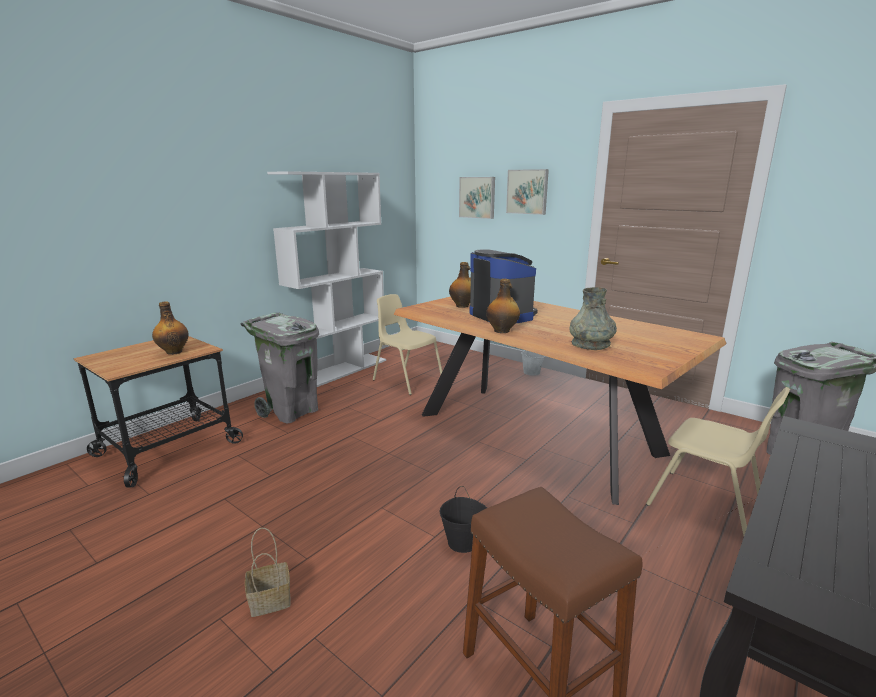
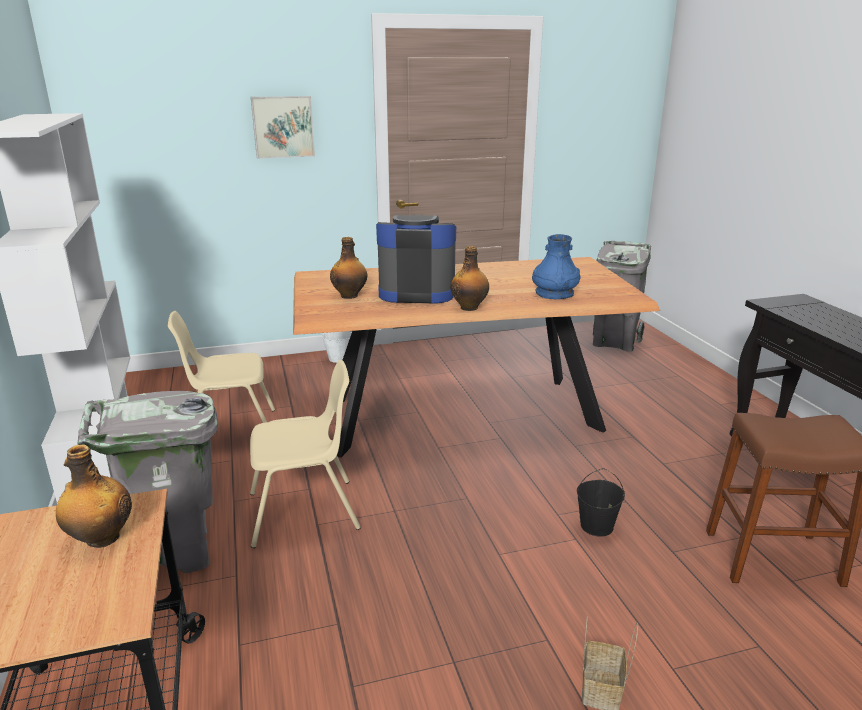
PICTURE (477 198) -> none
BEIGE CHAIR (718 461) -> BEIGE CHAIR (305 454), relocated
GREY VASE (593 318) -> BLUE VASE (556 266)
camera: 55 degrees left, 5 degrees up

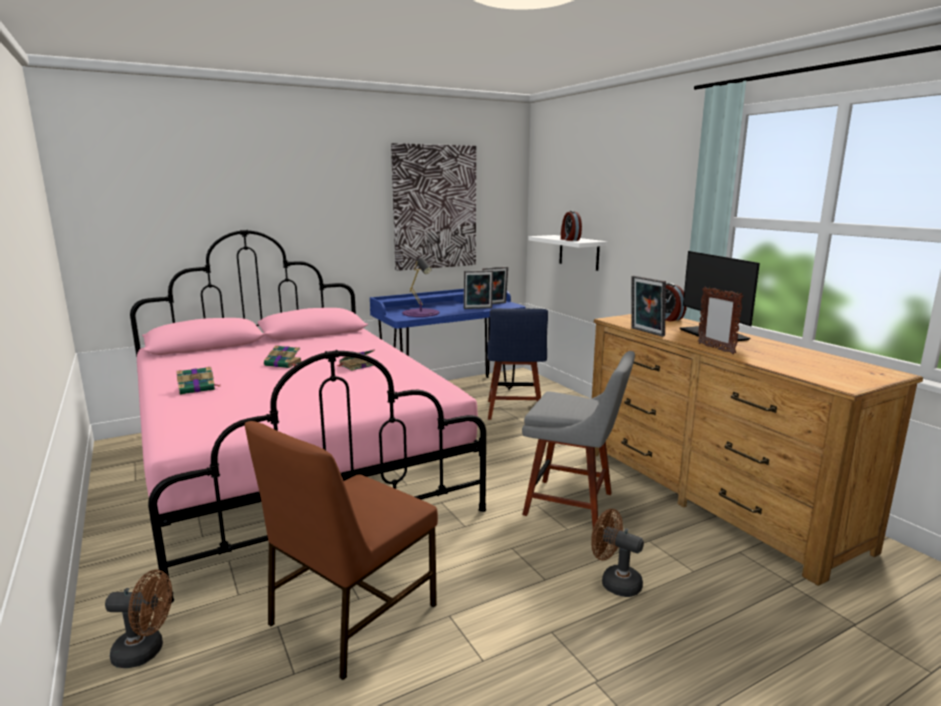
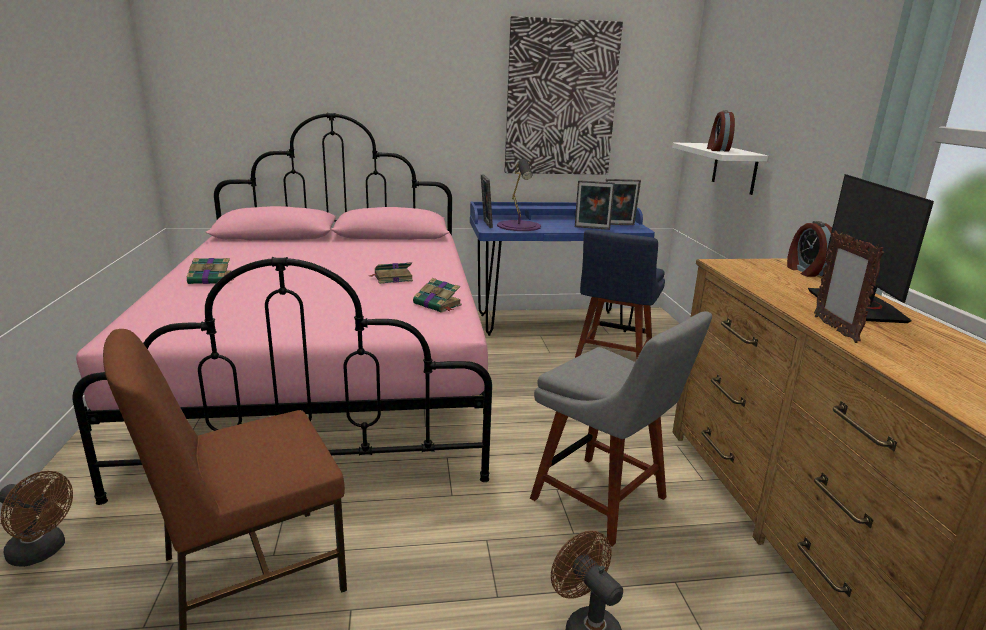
BOOK (283 356) -> BOOK (437 295), relocated
PICTURE FRAME (649 306) -> PICTURE FRAME (487 201), relocated
camera: 20 degrees right, 5 degrees up

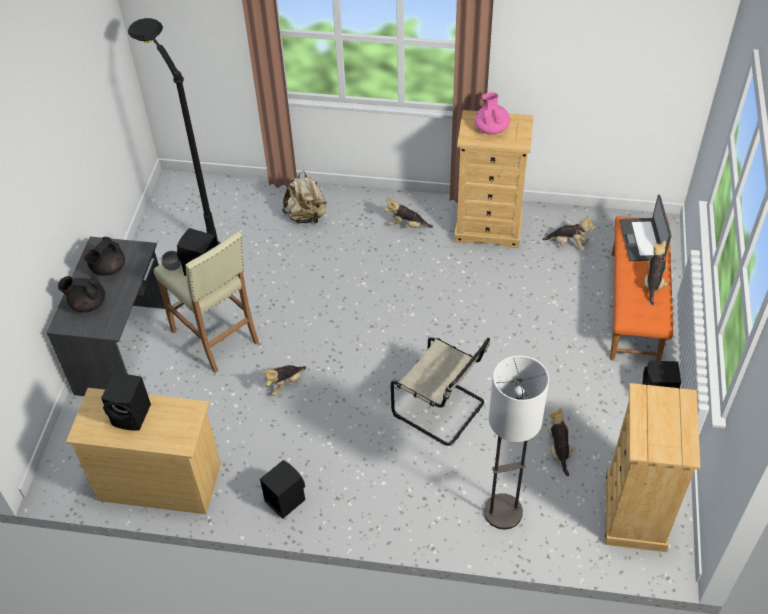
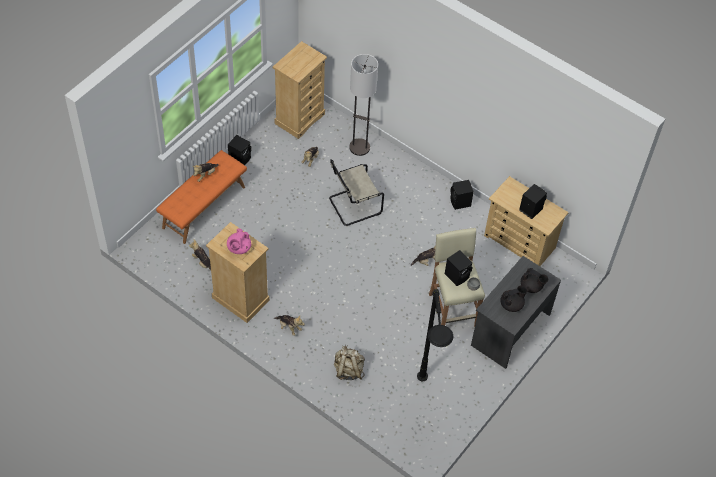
LAPTOP (646 228) -> none
BEIGE CHAIR (440 391) -> BEIGE CHAIR (356 192), 90 degrees counterclockwise
camera: 155 degrees left, 5 degrees up

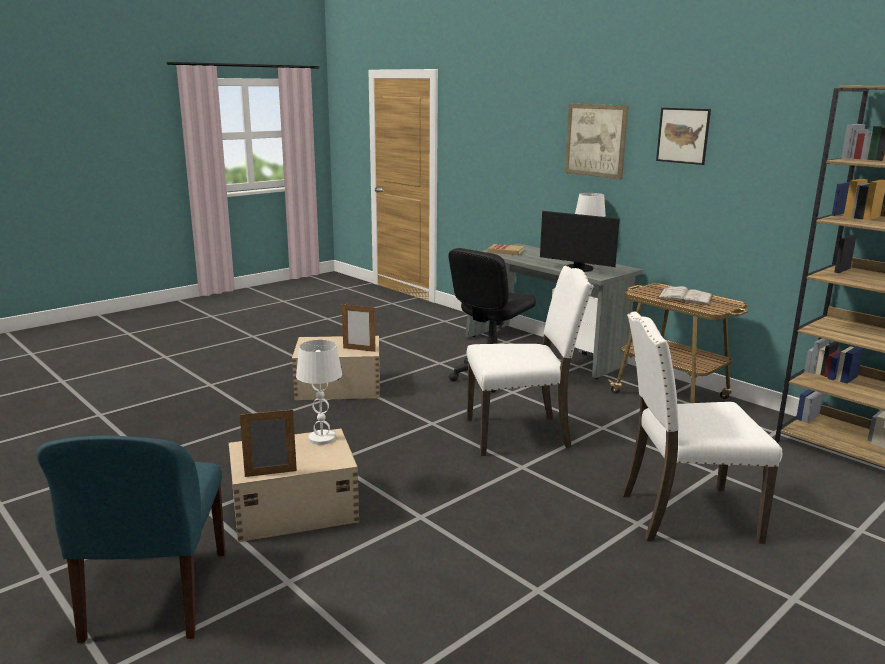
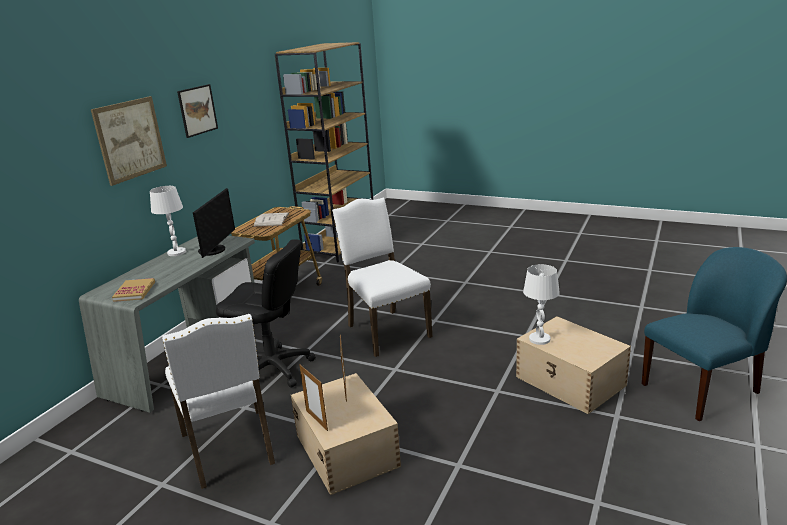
PICTURE FRAME (268 442) -> PICTURE FRAME (314 398), relocated
WHITE CHAIR (702 428) -> WHITE CHAIR (218 401), relocated
camera: 110 degrees left, 5 degrees up

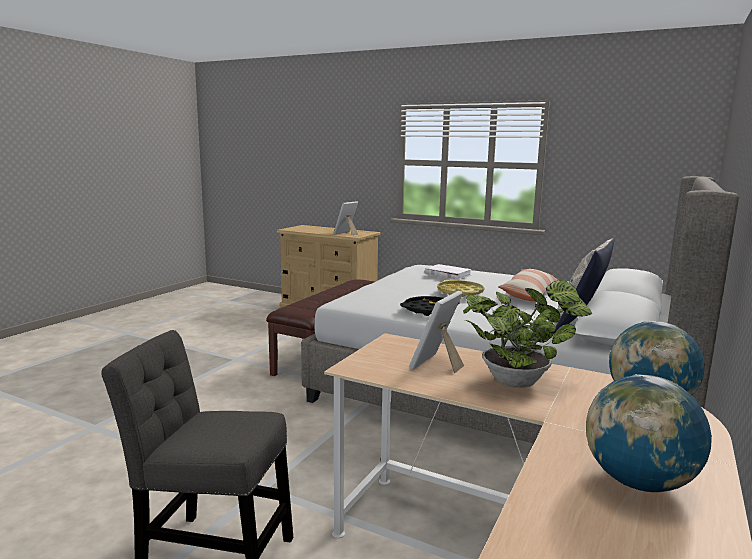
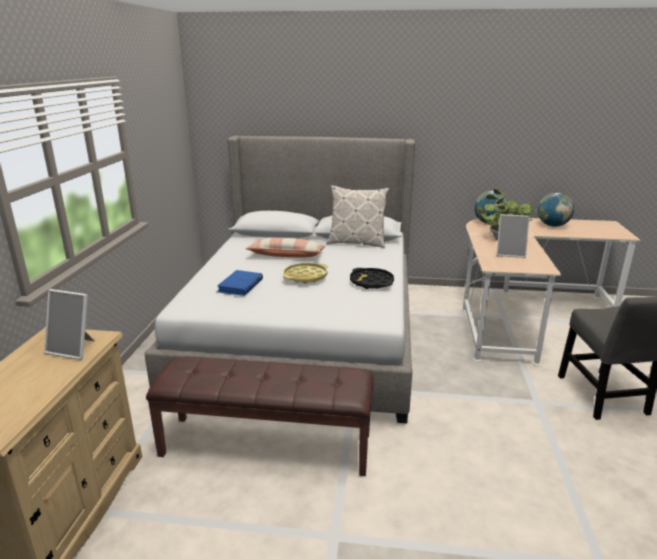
WHITE BOOK (448 272) -> BLUE BOOK (240 283)
camera: 110 degrees left, 10 degrees up

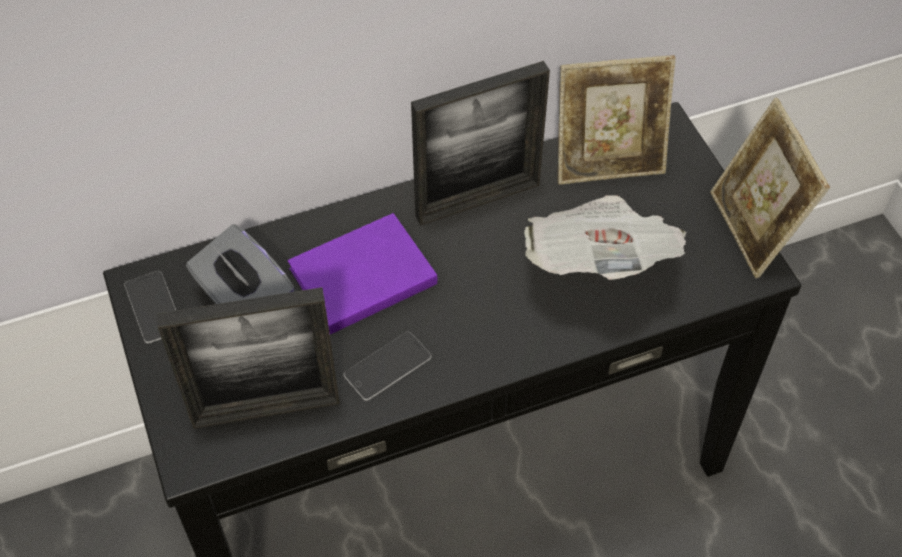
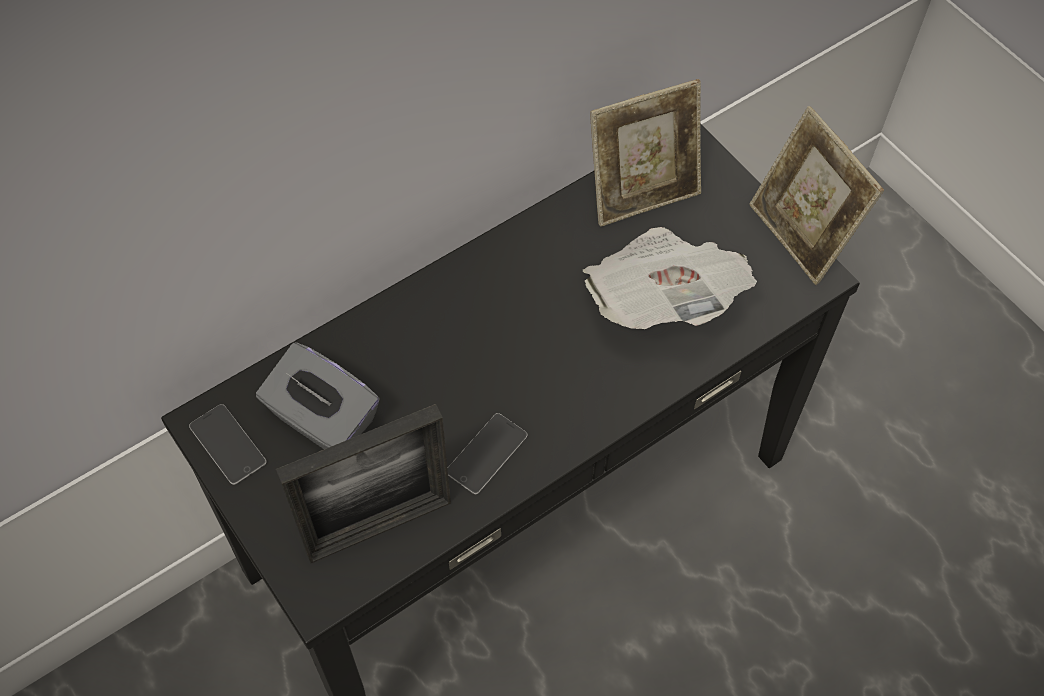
PURPLE BOOK (362 273) -> none
PICTURE FRAME (480 143) -> none
camera: 15 degrees left, 5 degrees up

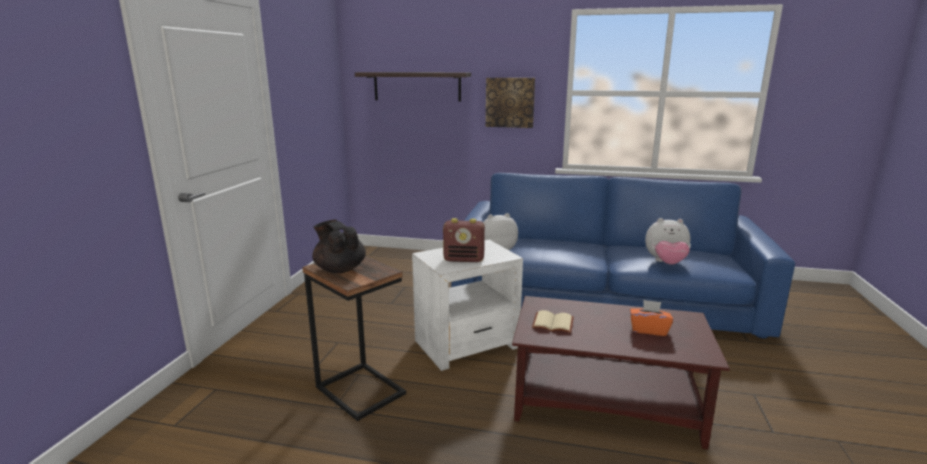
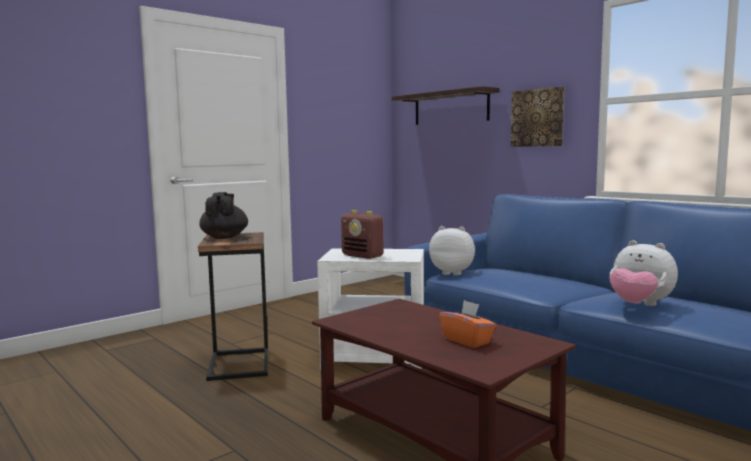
BEIGE BOOK (553 321) -> none
camera: 35 degrees right, 10 degrees down

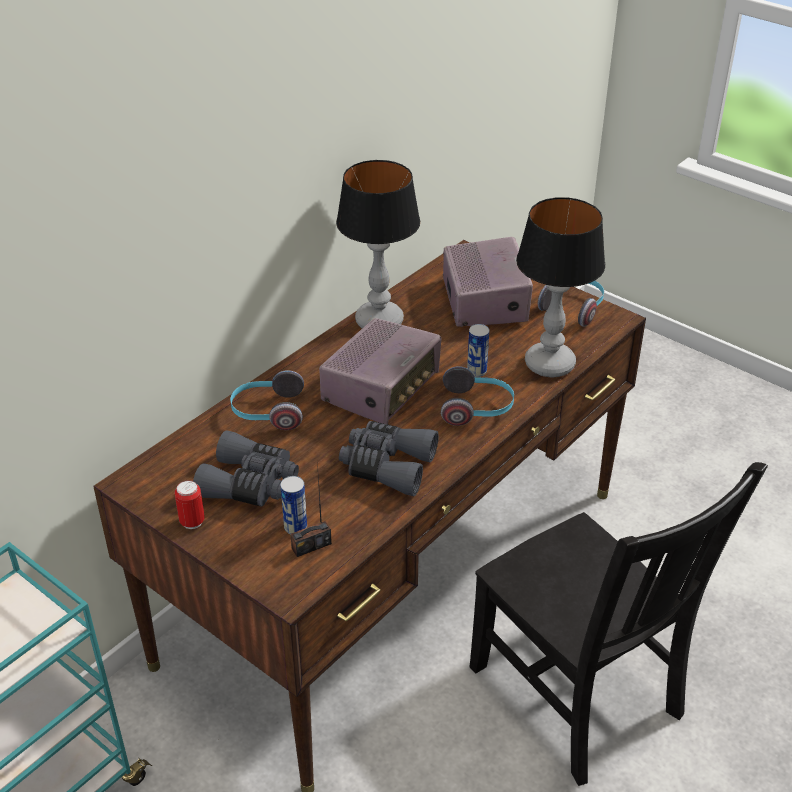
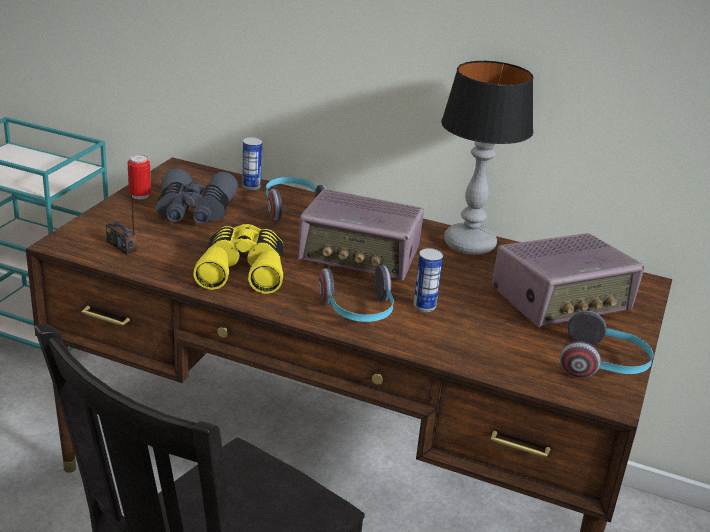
TABLE LAMP (560 287) -> none
CAN (293 505) -> CAN (252 163), relocated
GREY BINOCULARS (389 458) -> YELLOW BINOCULARS (238 259)
camera: 70 degrees right, 10 degrees down

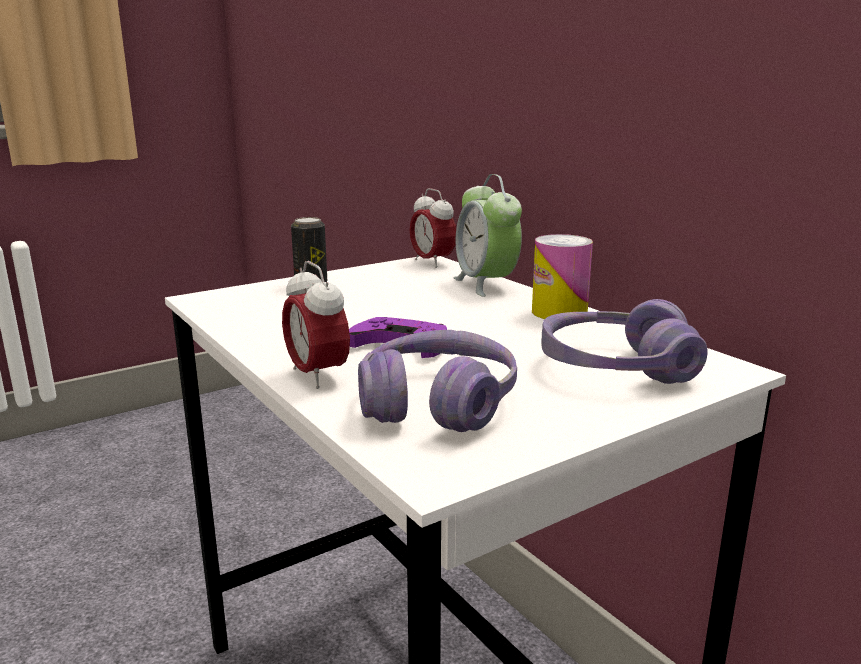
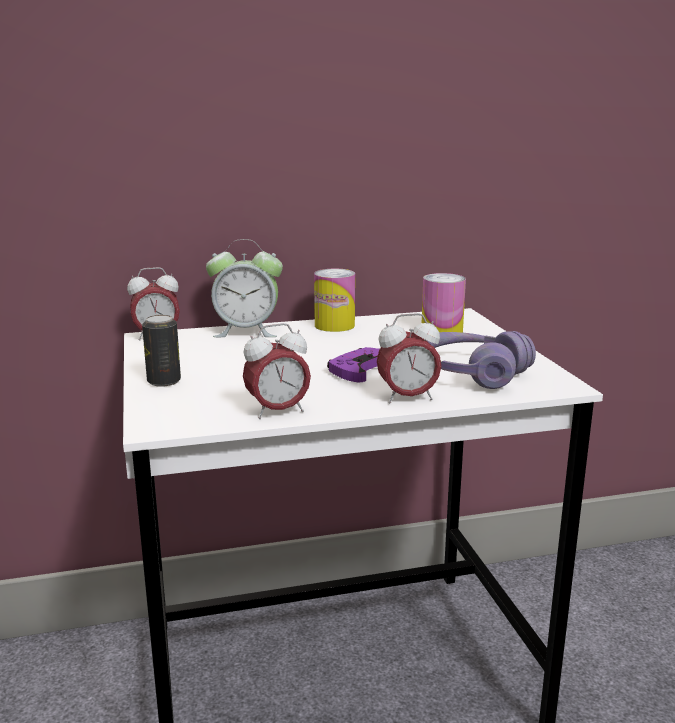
none -> ALARM CLOCK (277 371)
PURPLE HEADPHONES (625 341) -> CAN (444 303)
camera: 70 degrees left, 0 degrees up

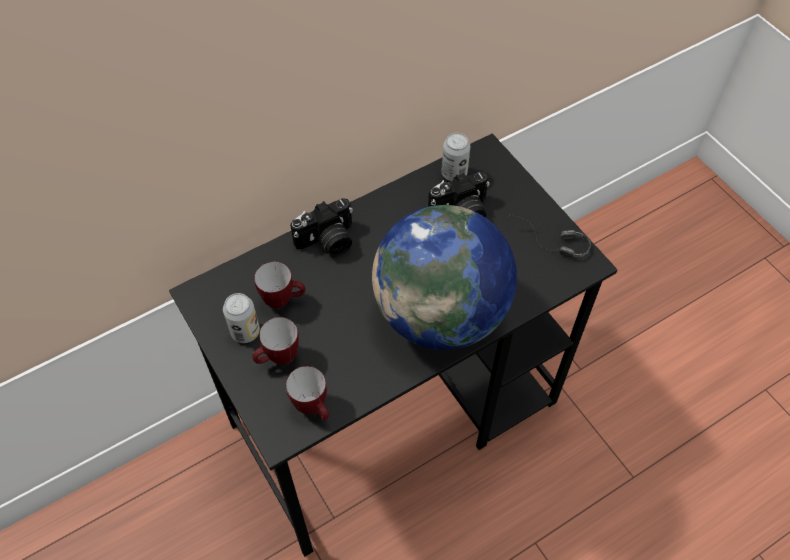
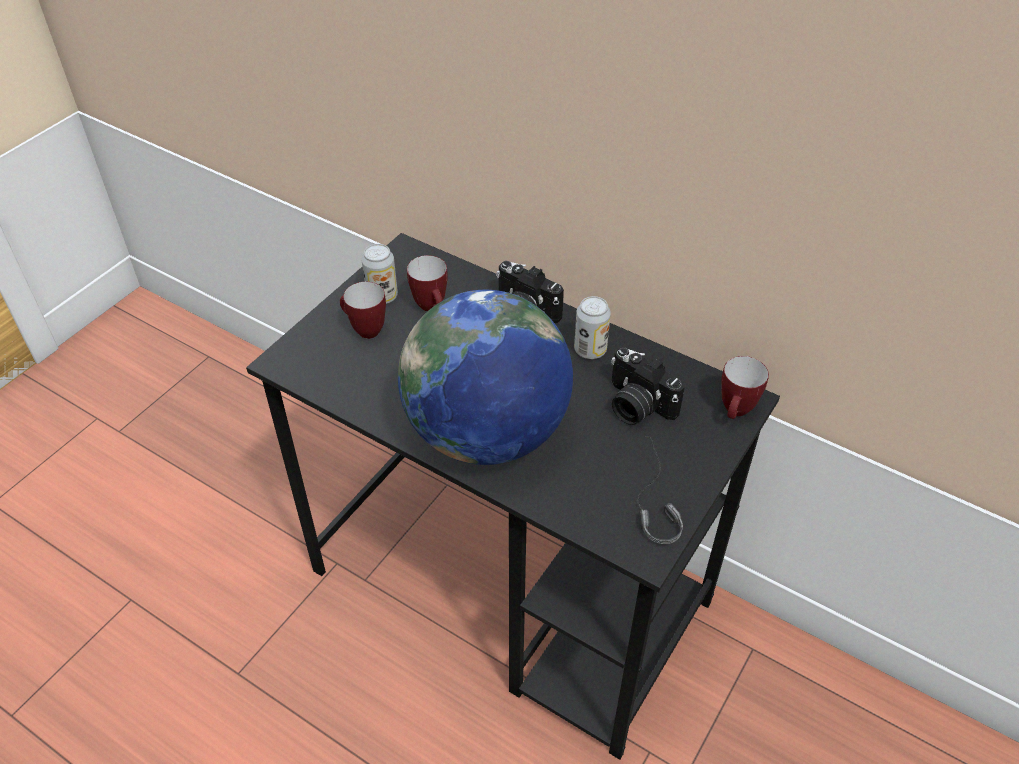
MUG (307 393) -> MUG (745 387), relocated
CAN (456 157) -> CAN (592 327), relocated
camera: 65 degrees right, 10 degrees down

